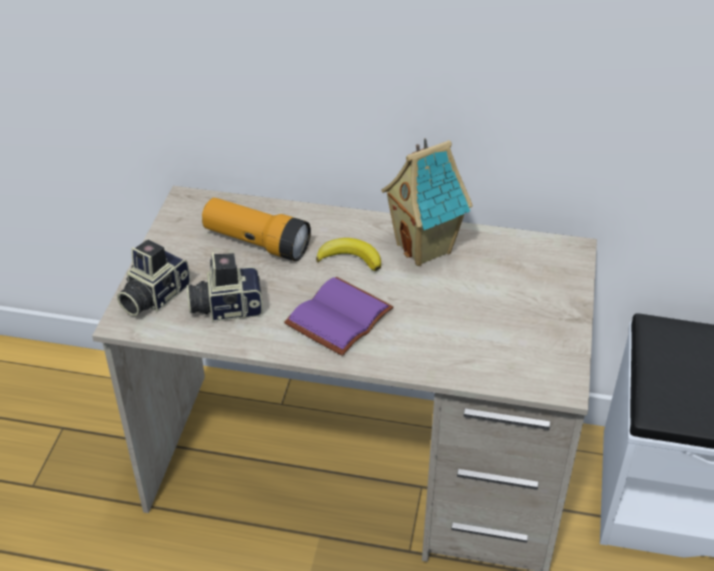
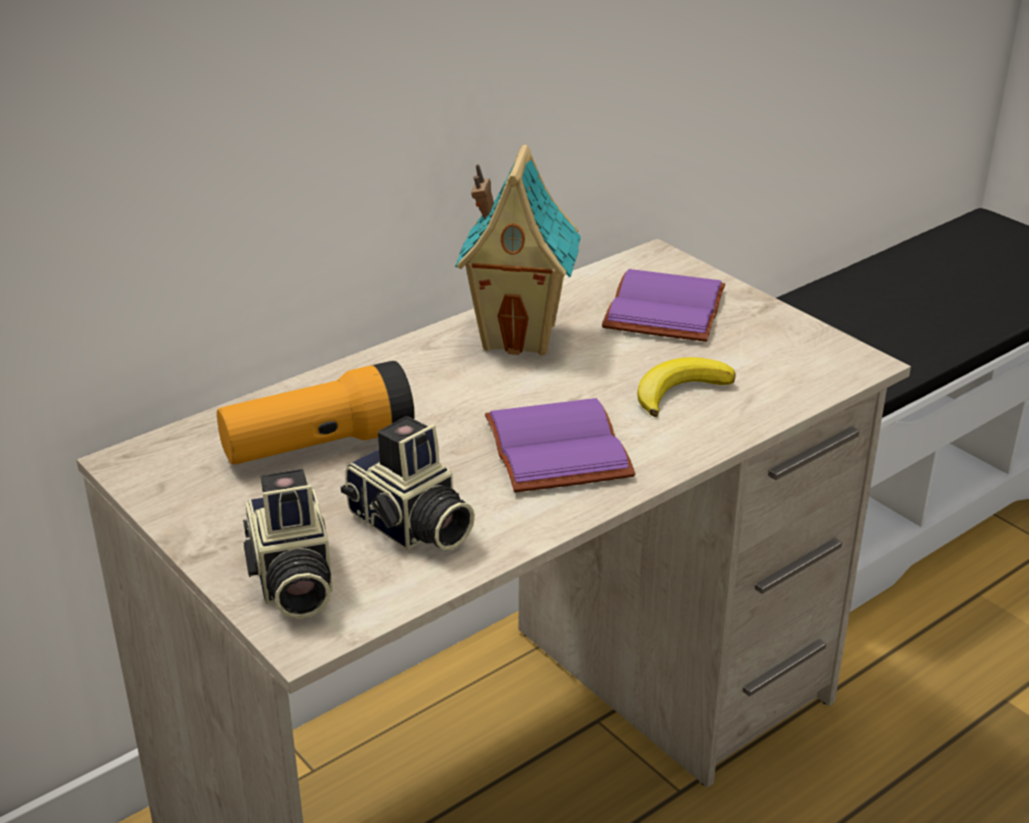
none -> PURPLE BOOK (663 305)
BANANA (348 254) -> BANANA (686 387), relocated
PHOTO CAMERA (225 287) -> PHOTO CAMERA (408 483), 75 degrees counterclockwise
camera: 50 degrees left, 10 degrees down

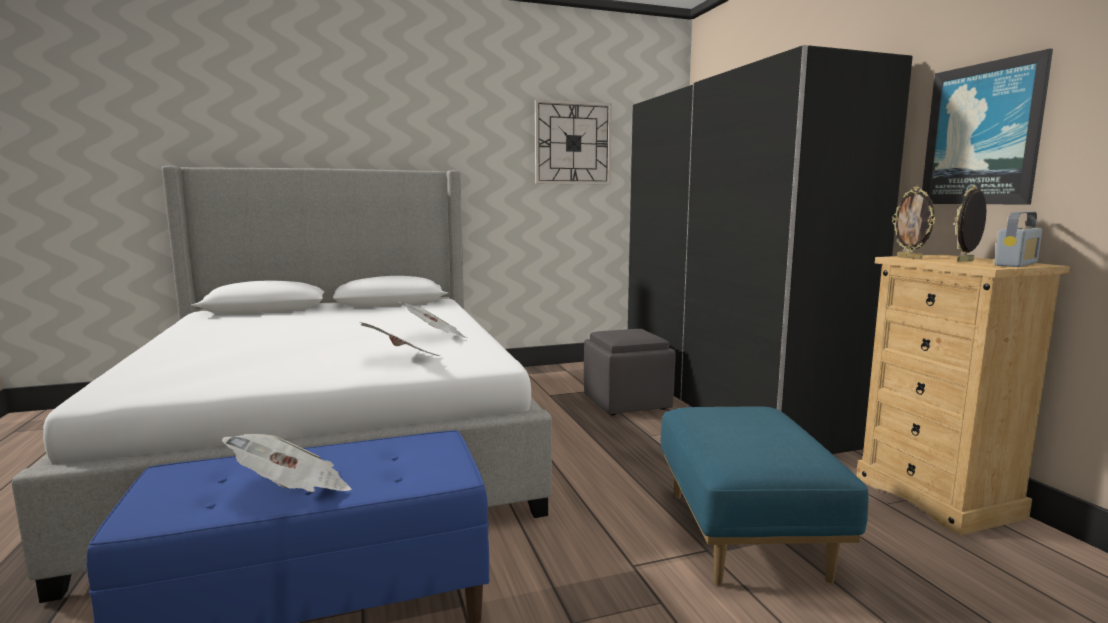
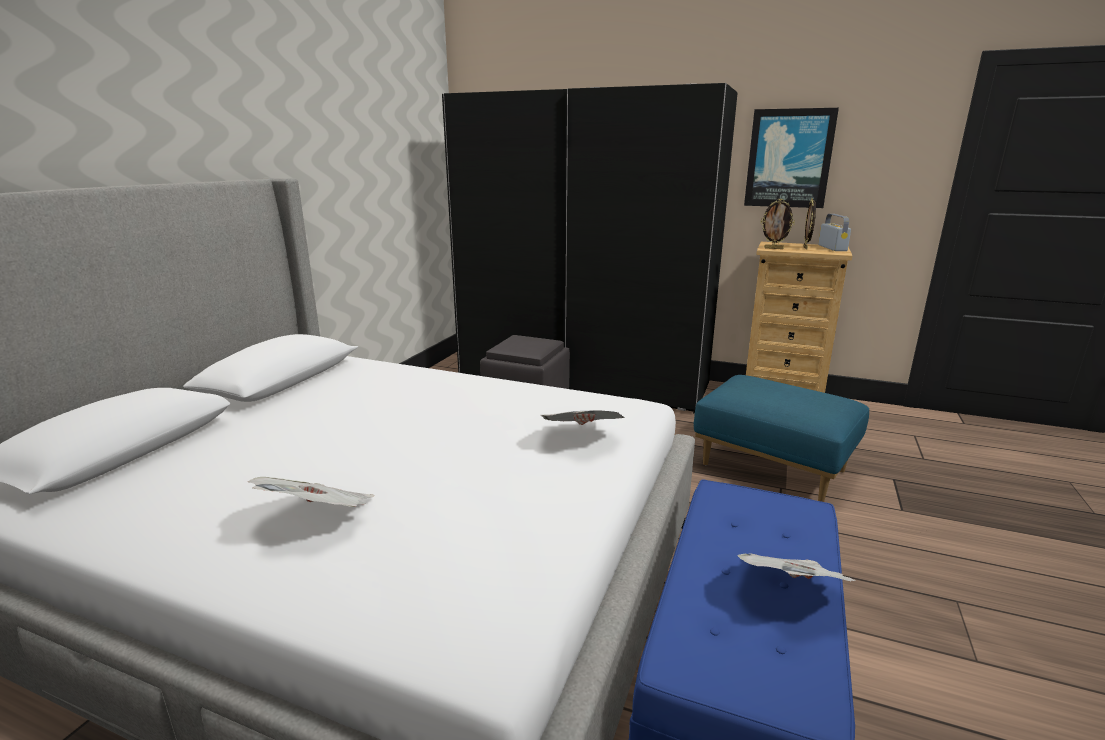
WALL CLOCK (573 142) -> none
NEWSPAPER (433 320) -> NEWSPAPER (311 492), relocated
camera: 50 degrees left, 10 degrees up

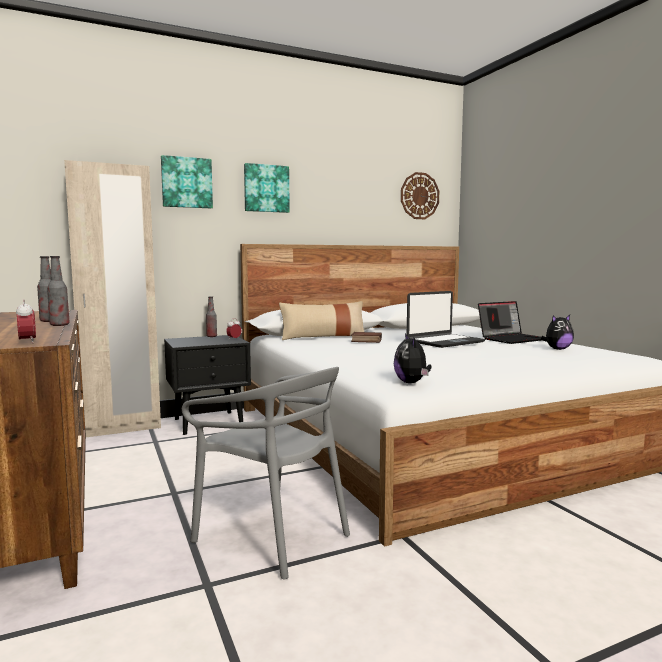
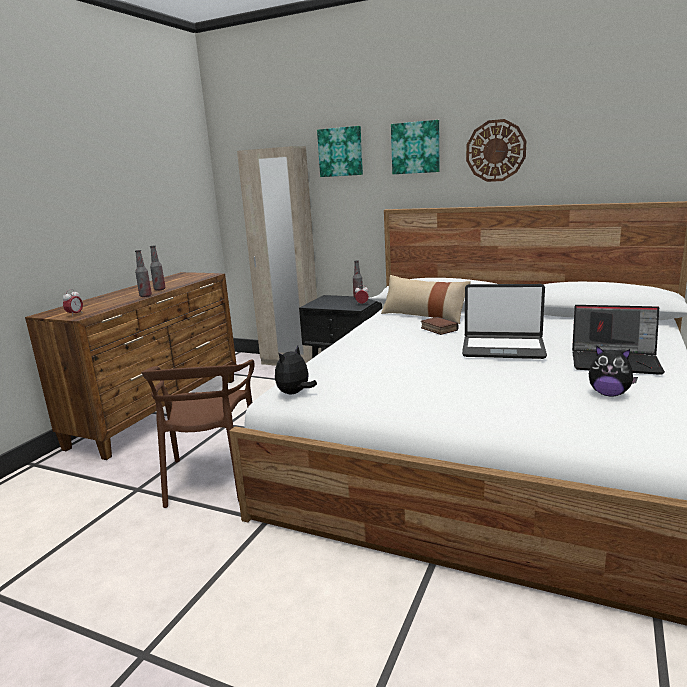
WALL CLOCK (420 195) -> WALL CLOCK (496 150), relocated
GREY CHAIR (266 473) -> BROWN CHAIR (197 433)
camera: 50 degrees right, 10 degrees up

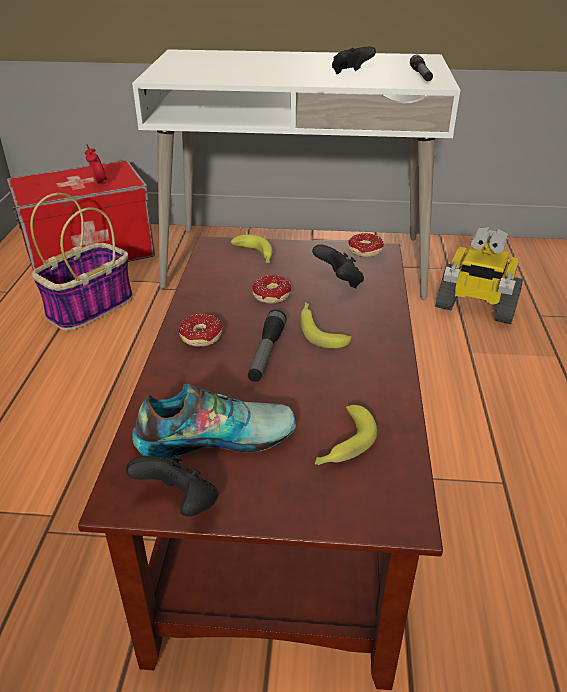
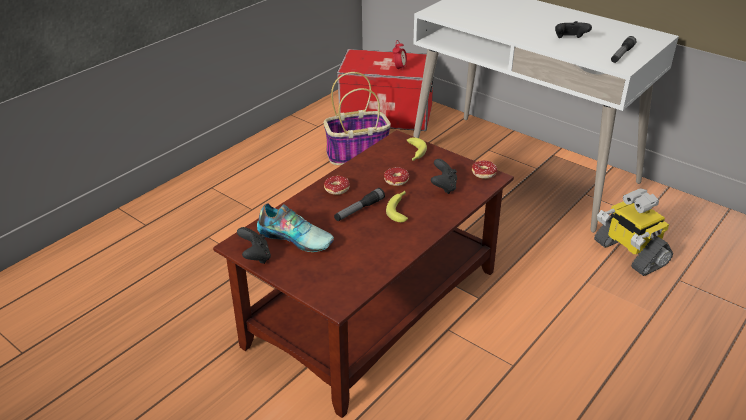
BANANA (346 435) -> none
camera: 35 degrees right, 0 degrees up

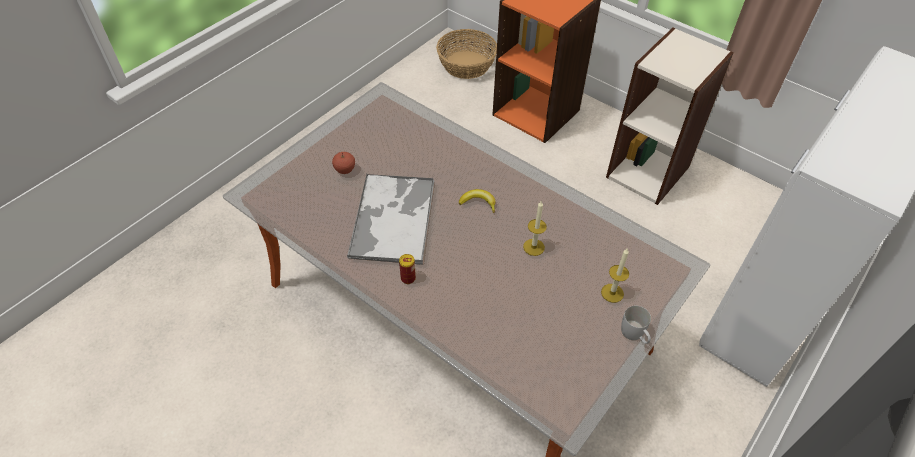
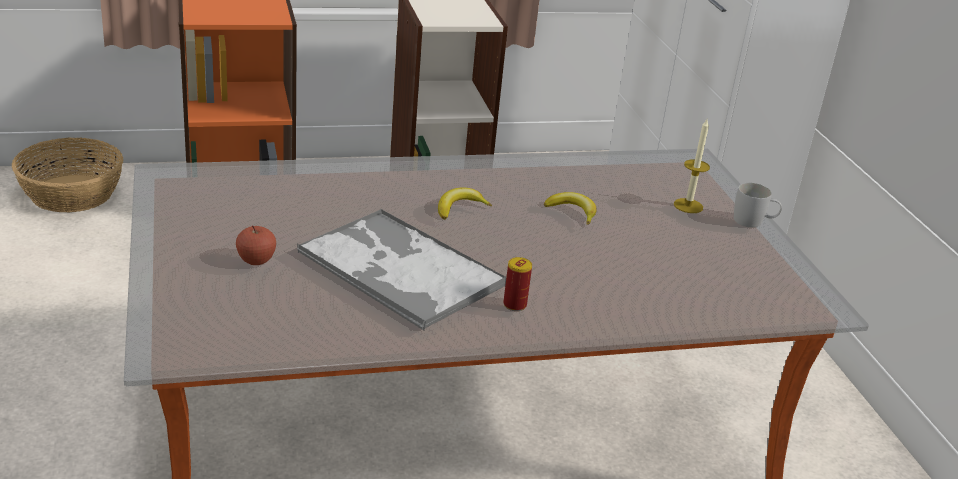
CANDLE (535 228) -> BANANA (570 208)
camera: 55 degrees left, 20 degrees down

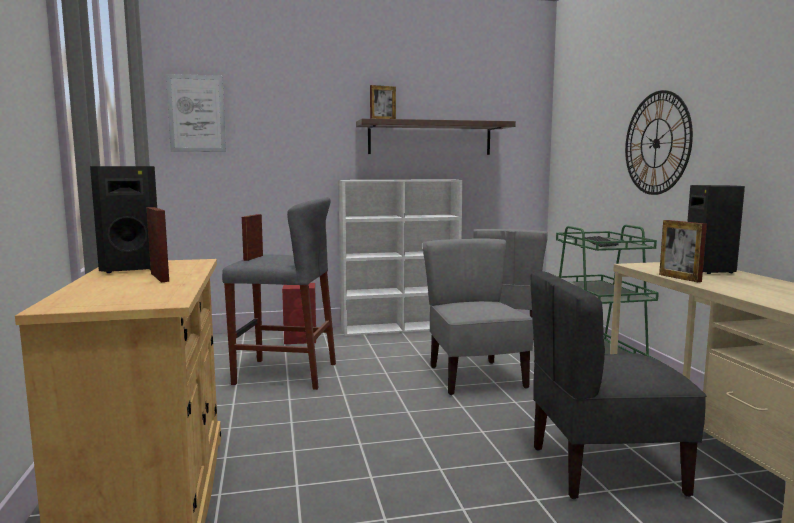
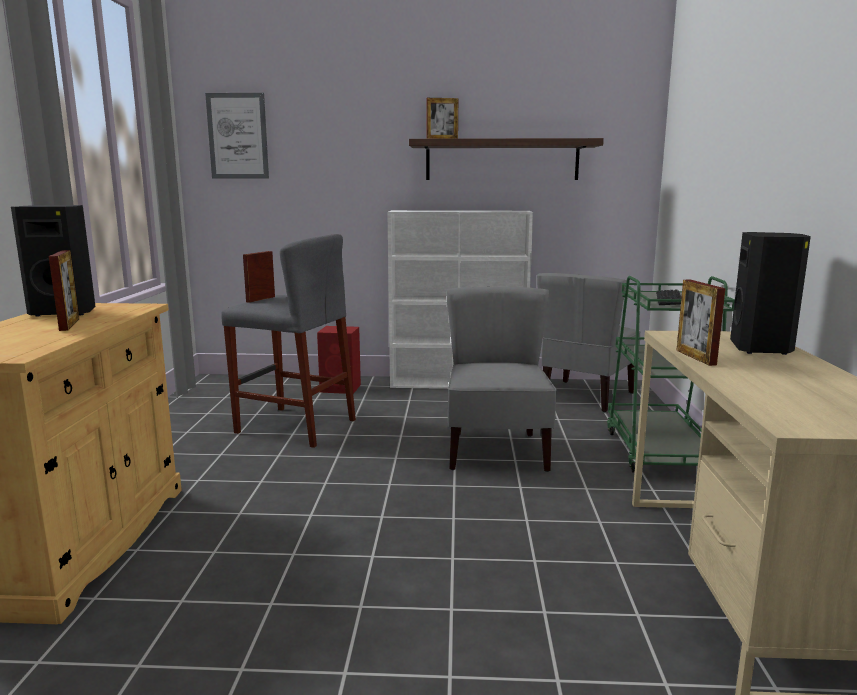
GREY CHAIR (618 385) -> none
WALL CLOCK (659 142) -> none
camera: 15 degrees right, 5 degrees up

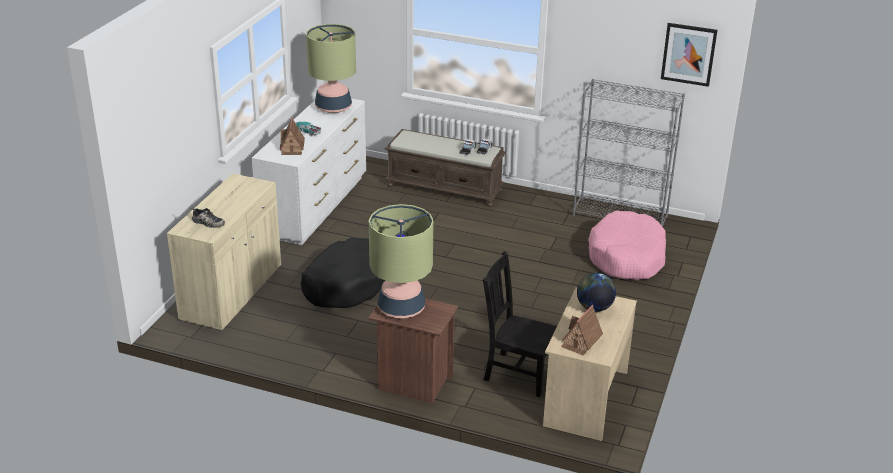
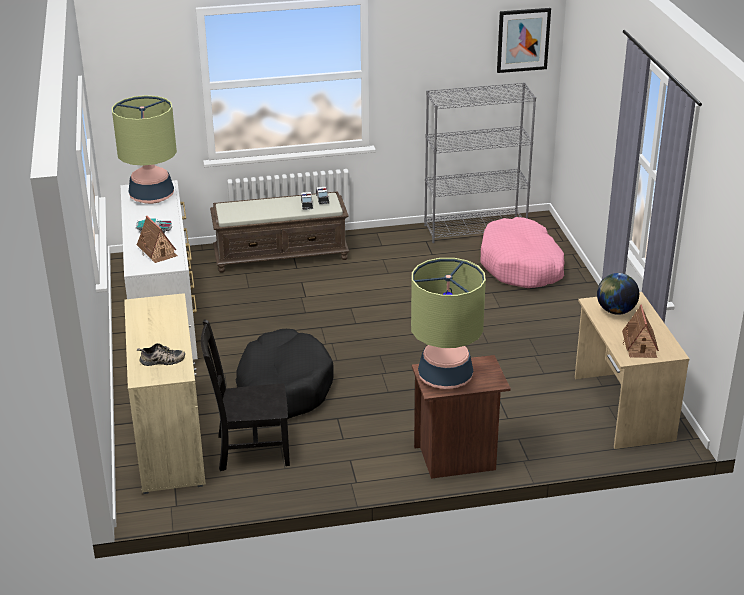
BLACK CHAIR (520 324) -> BLACK CHAIR (245 395), relocated
camera: 30 degrees left, 0 degrees up

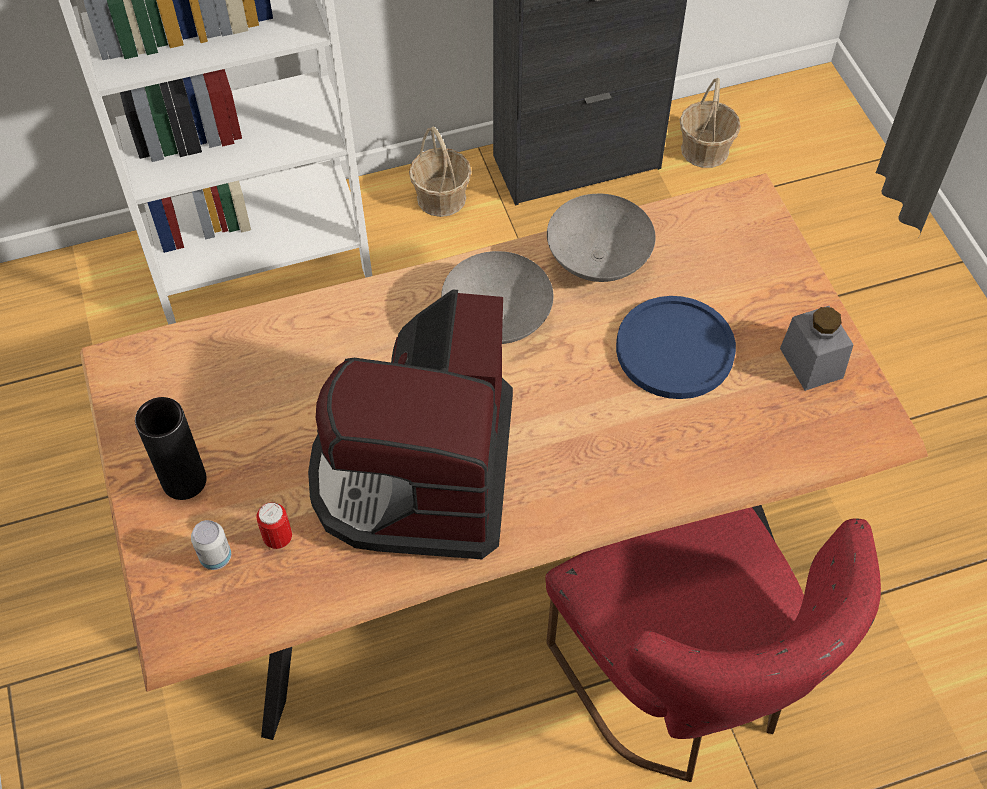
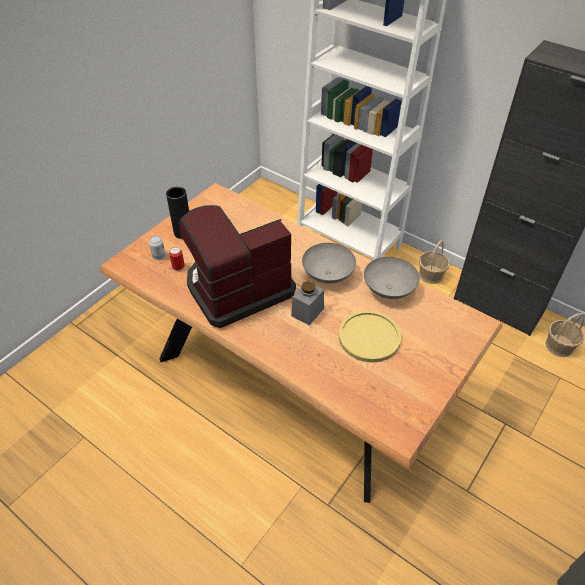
RED CHAIR (713 644) -> none
GREY JAR (817 348) -> GREY JAR (307 303), relocated
BLUE PLATE (676 347) -> YELLOW PLATE (370 336)
camera: 55 degrees right, 10 degrees down

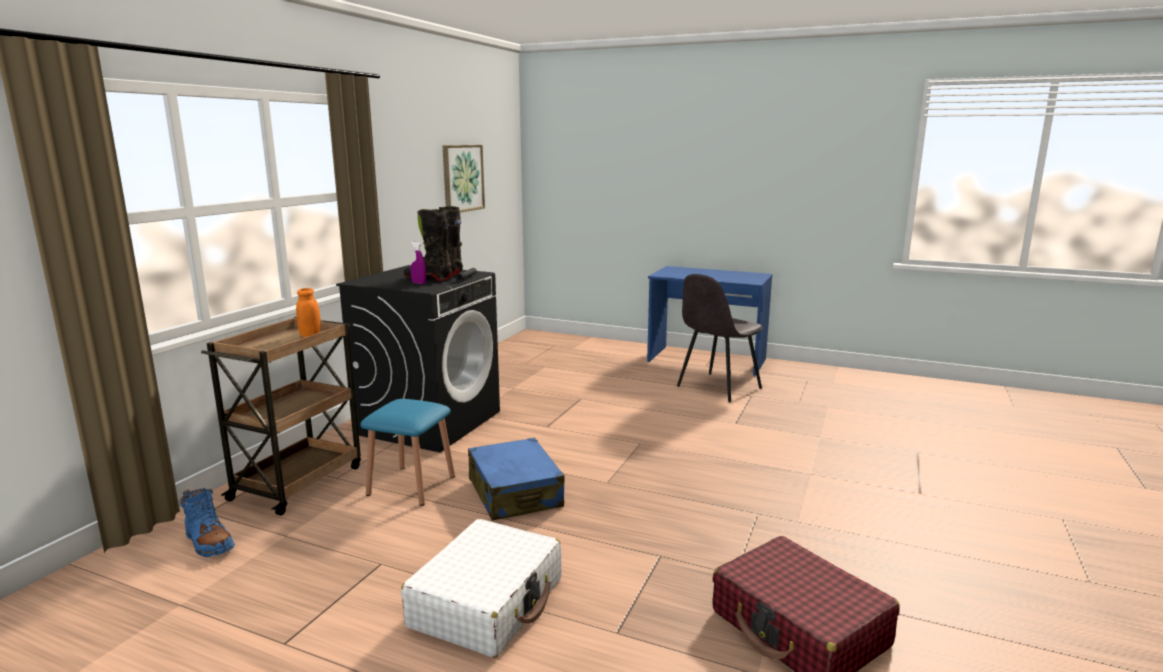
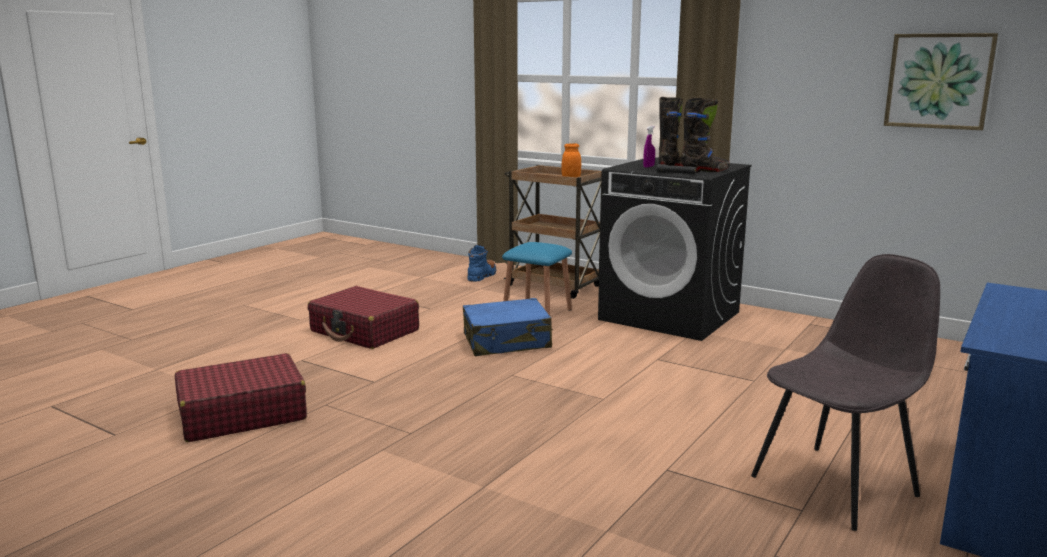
WHITE SUITCASE (481 588) -> RED SUITCASE (363 317)
BLUE BOOT (207 522) -> BLUE BOOT (481 263), 150 degrees clockwise
GREY CHAIR (719 338) -> GREY CHAIR (845 392), 90 degrees clockwise
camera: 100 degrees right, 0 degrees up

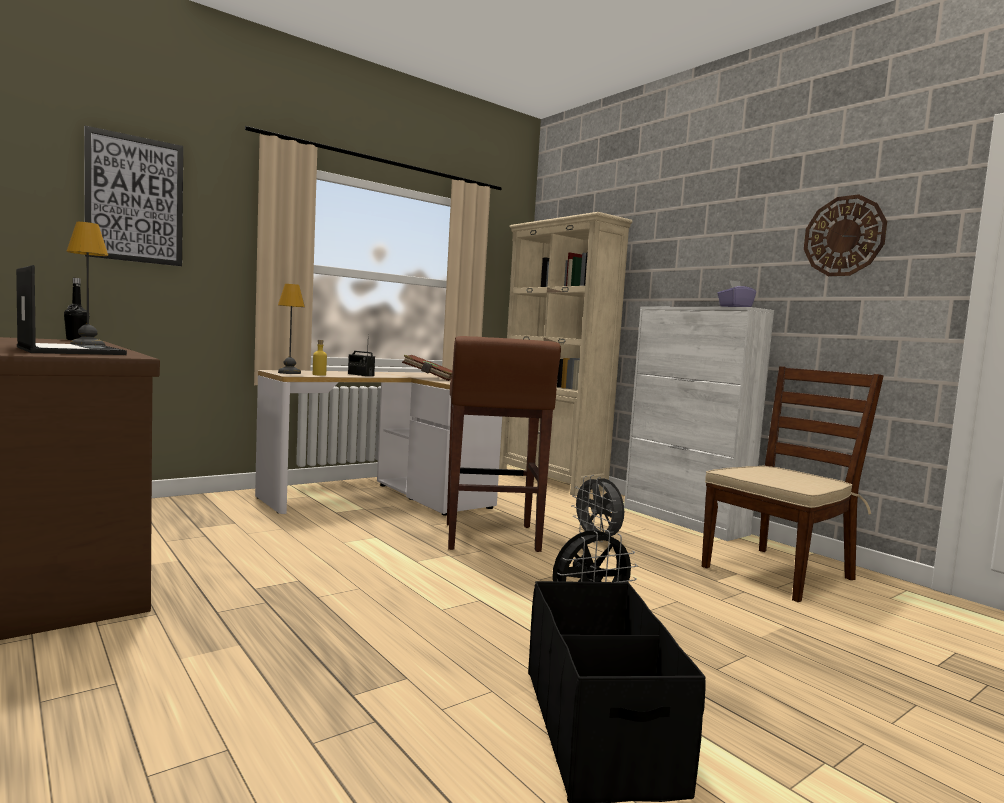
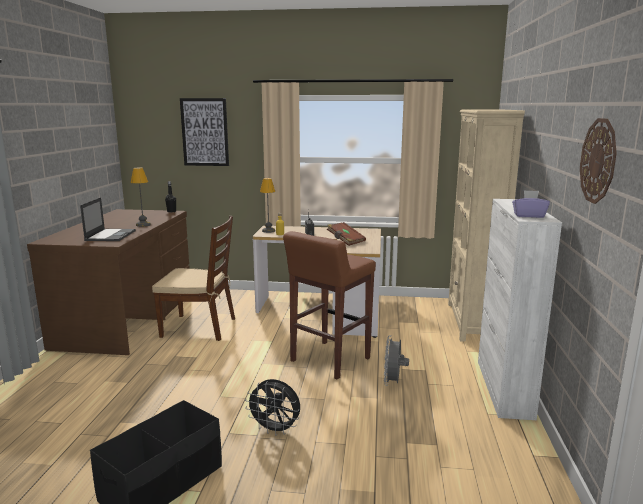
BROWN CHAIR (793 484) -> BROWN CHAIR (193 278), relocated
camera: 45 degrees right, 10 degrees up

